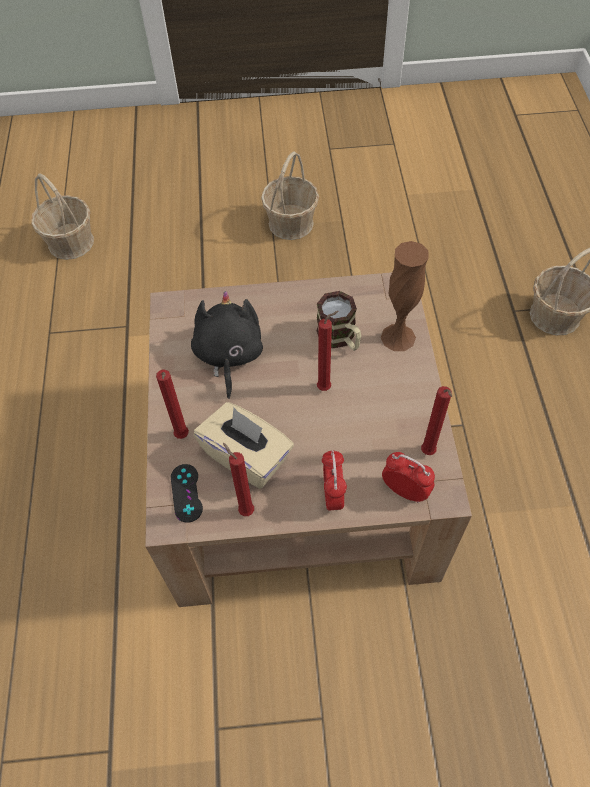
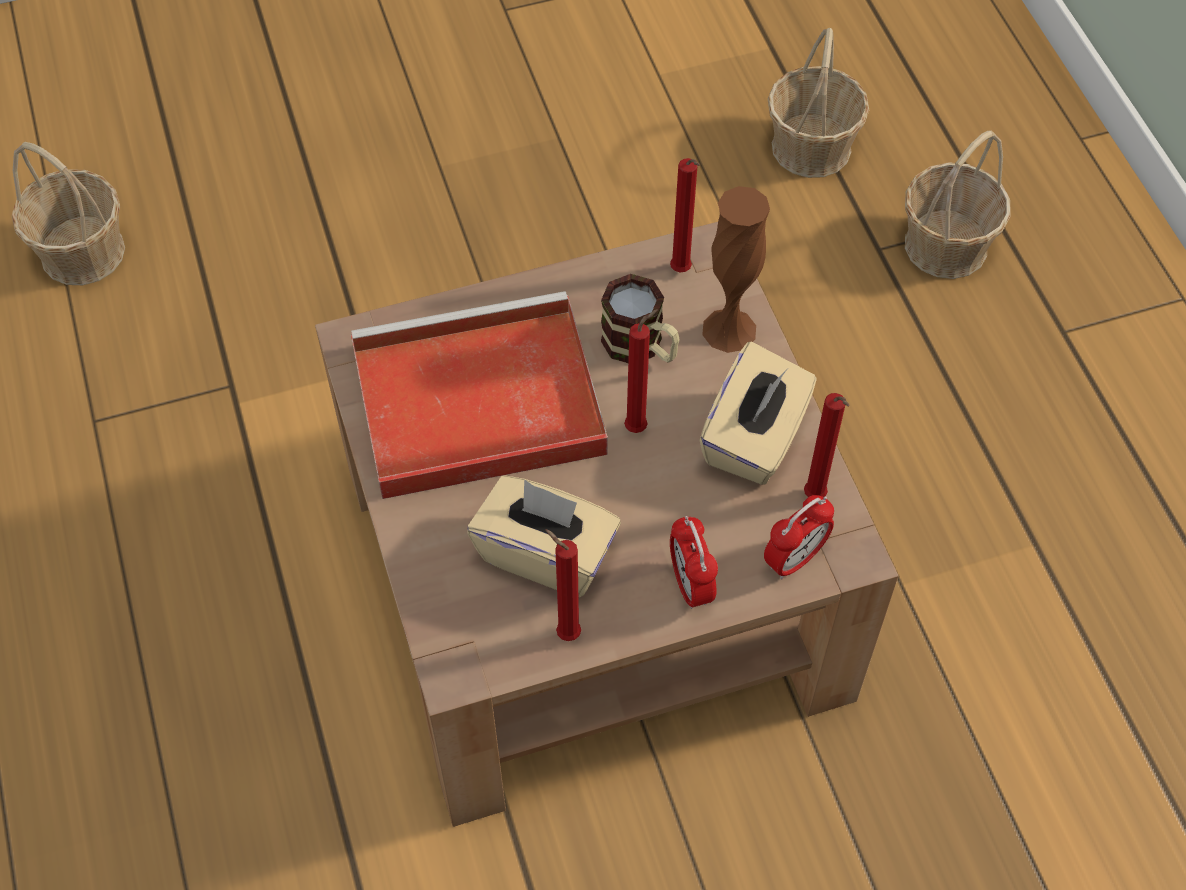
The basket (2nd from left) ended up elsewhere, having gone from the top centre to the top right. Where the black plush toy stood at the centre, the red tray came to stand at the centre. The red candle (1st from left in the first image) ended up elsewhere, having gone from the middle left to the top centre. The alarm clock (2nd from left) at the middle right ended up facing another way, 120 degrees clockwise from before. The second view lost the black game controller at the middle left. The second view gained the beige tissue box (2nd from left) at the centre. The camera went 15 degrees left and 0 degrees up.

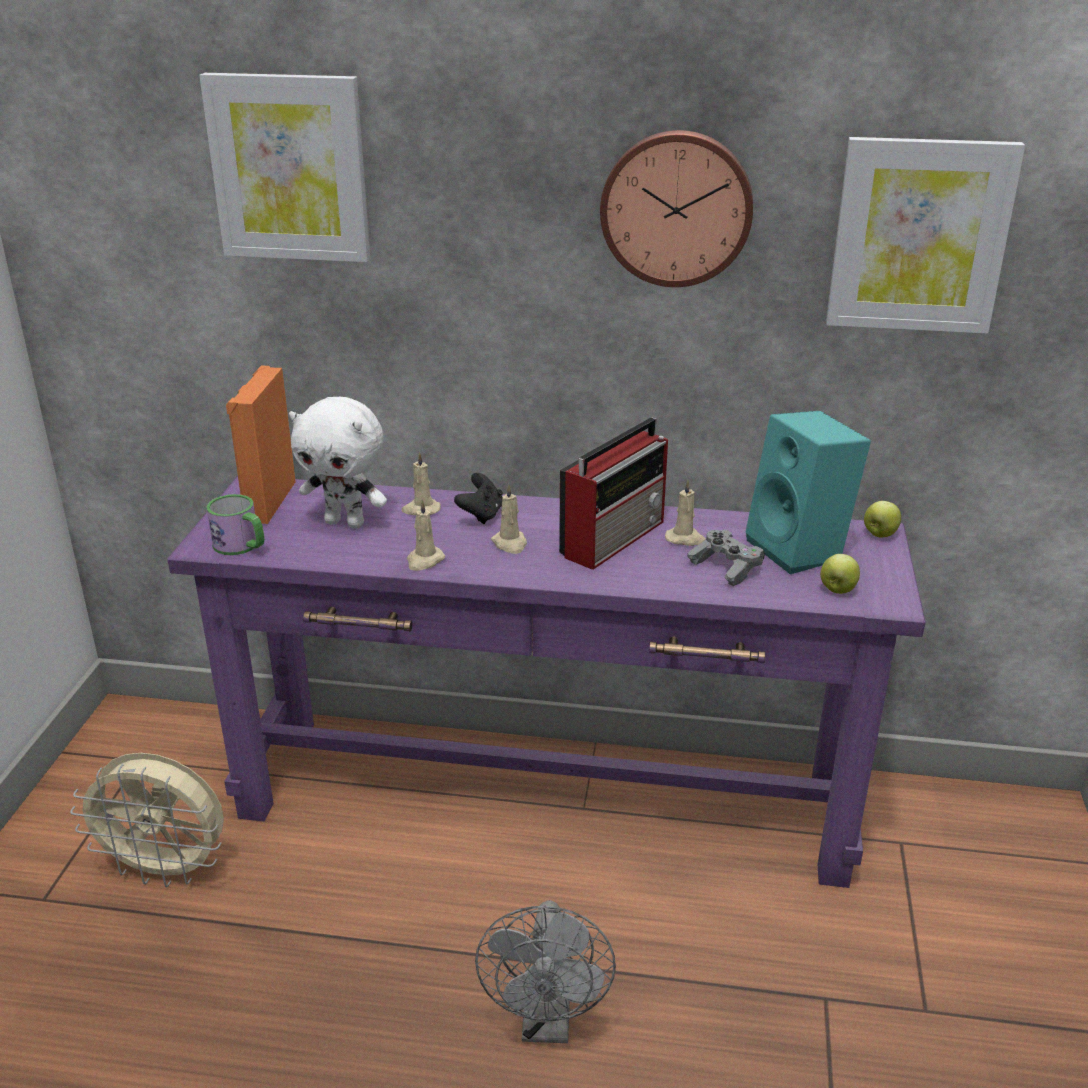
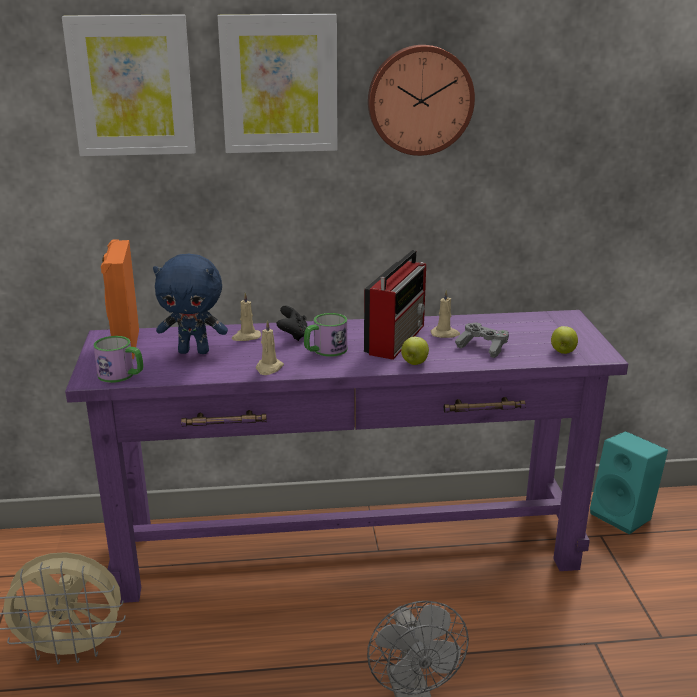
The picture (2nd from left) ended up elsewhere, having gone from the top right to the top centre. What was the white plush toy at the middle left turned into the blue plush toy at the middle left. The turquoise speaker ended up elsewhere, having gone from the middle right to the bottom right. Where the beige candle (3rd from left) stood at the centre, the mug (2nd from left) came to stand at the centre. The apple (2nd from left in the first image) ended up elsewhere, having gone from the middle right to the centre. The camera went 15 degrees left and 5 degrees down.

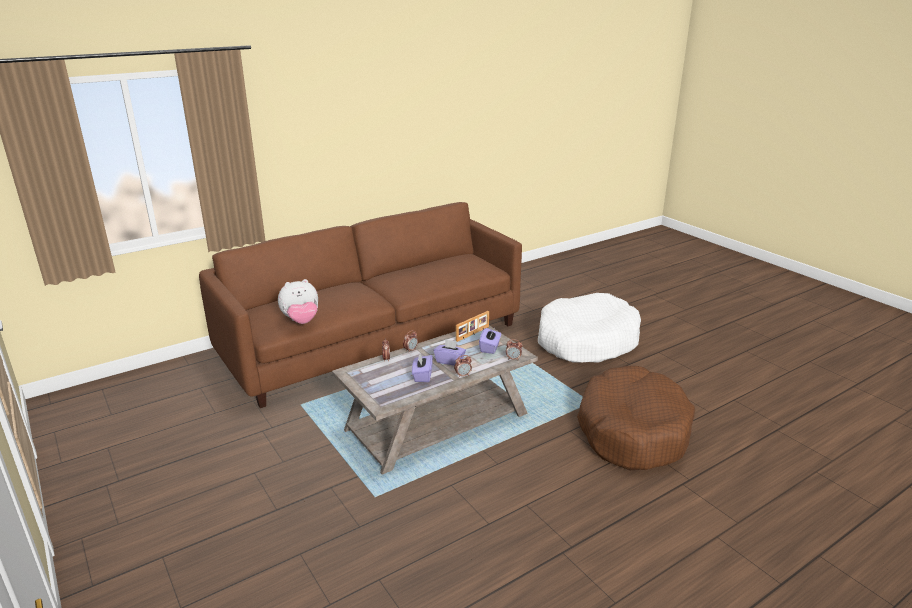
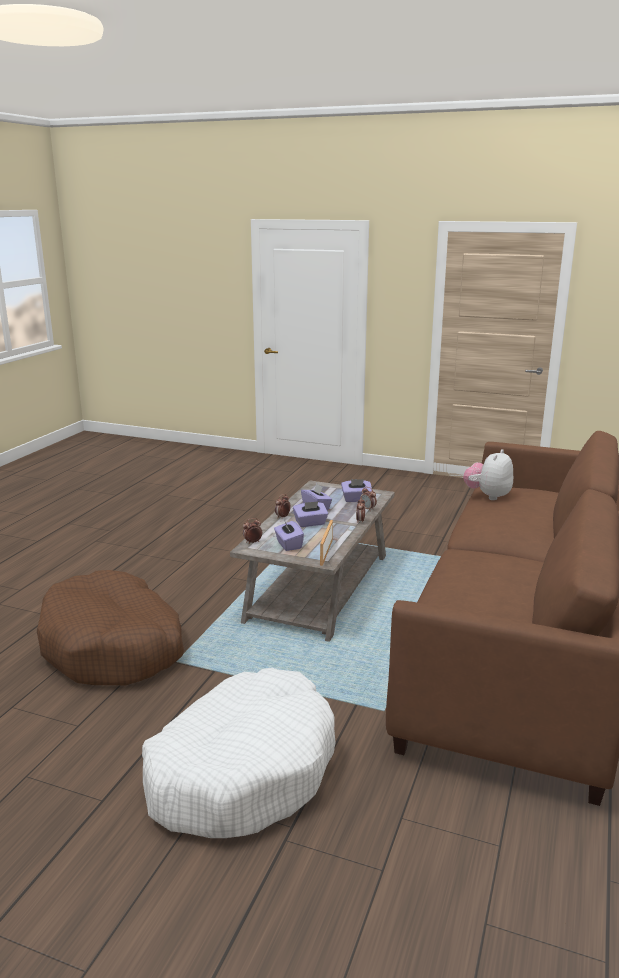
The second view gained the purple tissue box (4th from left) at the centre. The camera went 145 degrees right and 5 degrees down.

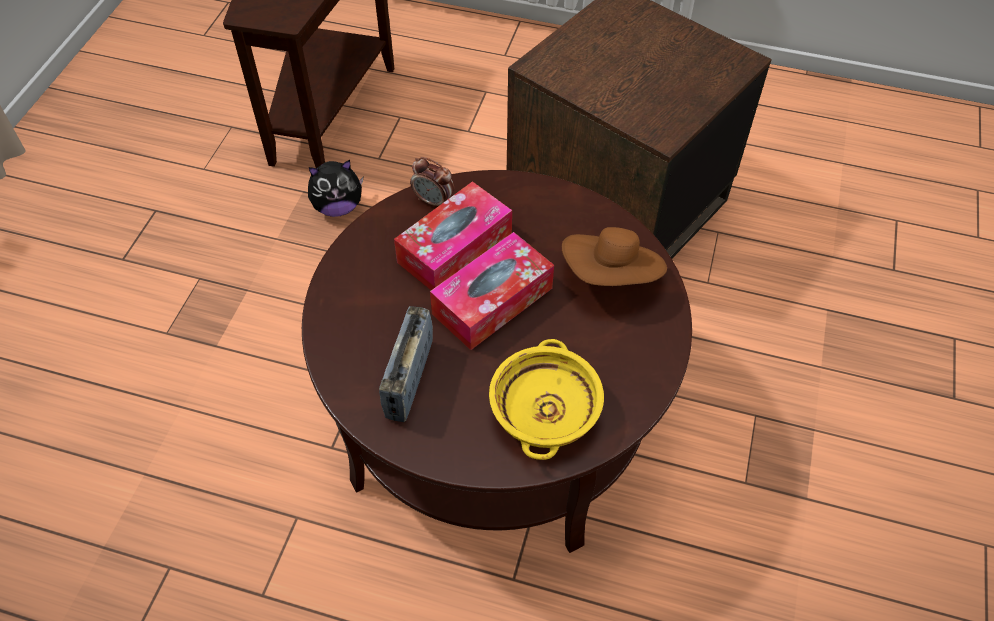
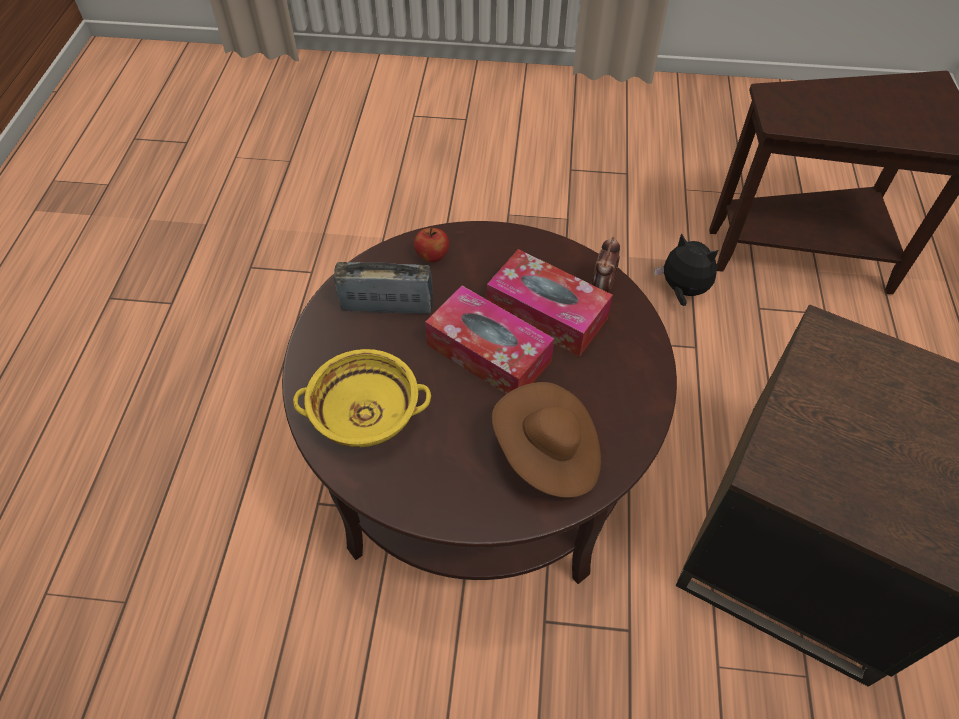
The plush toy at the top centre ended up facing another way, 150 degrees clockwise from before. The second view gained the apple at the centre. The camera went 80 degrees right and 0 degrees up.

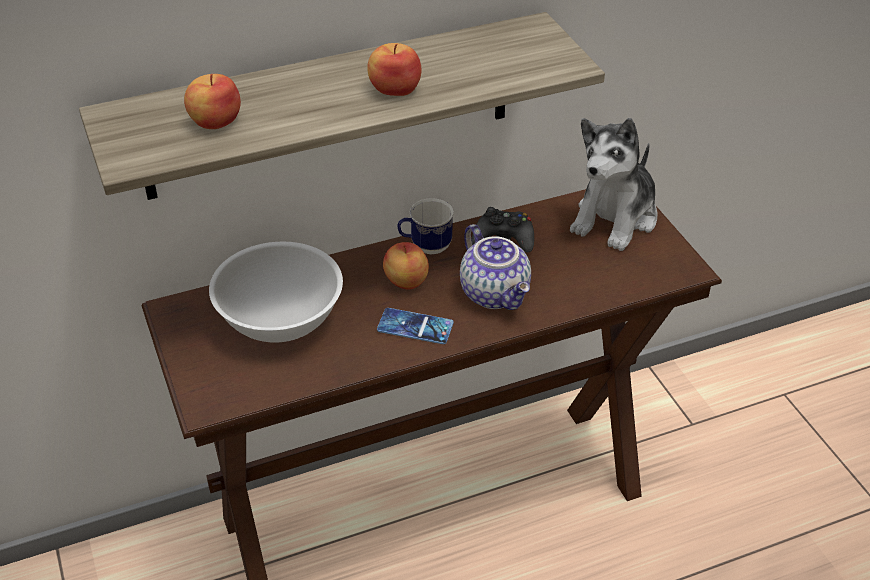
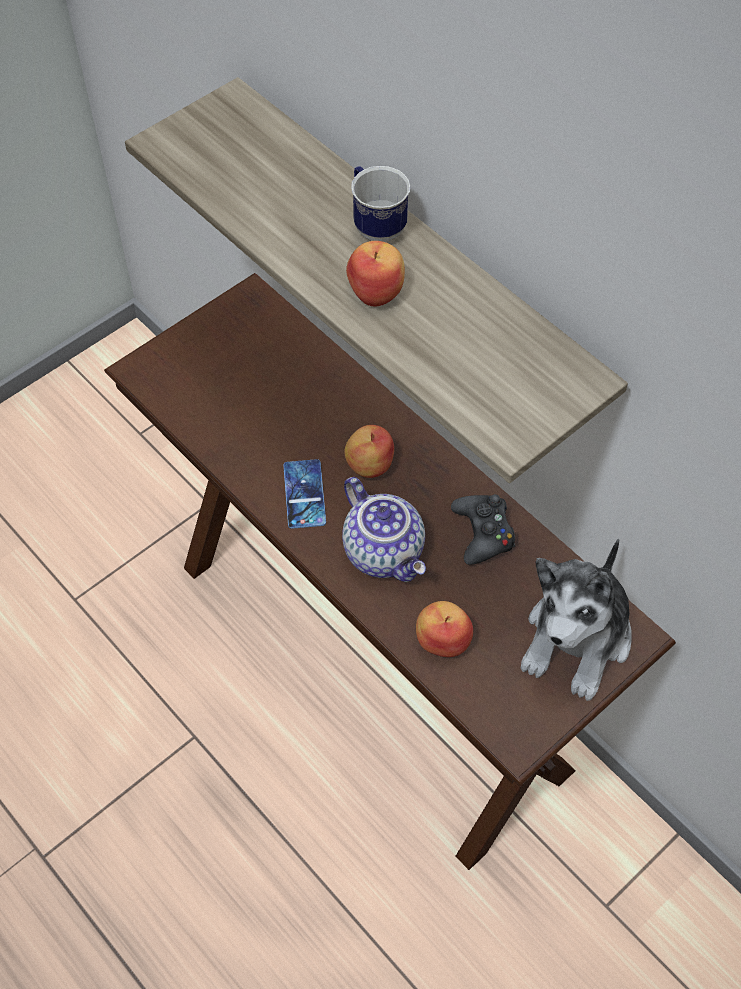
The apple (1st from left in the first image) ended up elsewhere, having gone from the top left to the centre. The plush toy at the top right ended up facing another way, 75 degrees counterclockwise from before. The mug ended up elsewhere, having gone from the centre to the top centre. The teapot at the centre ended up facing another way, 75 degrees counterclockwise from before. The second view lost the white bowl at the middle left. The camera went 70 degrees right and 15 degrees up.

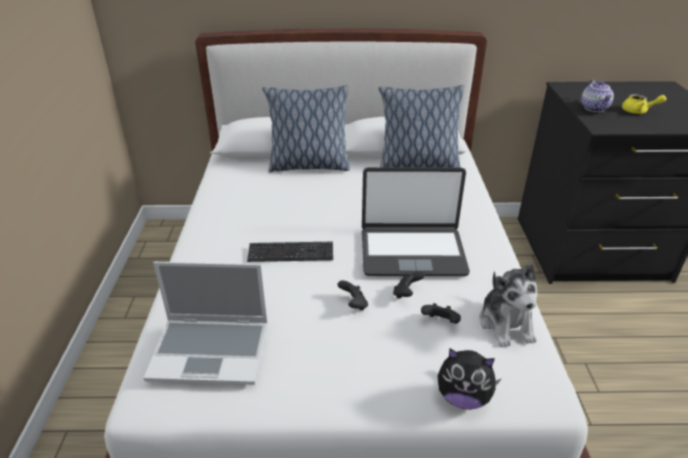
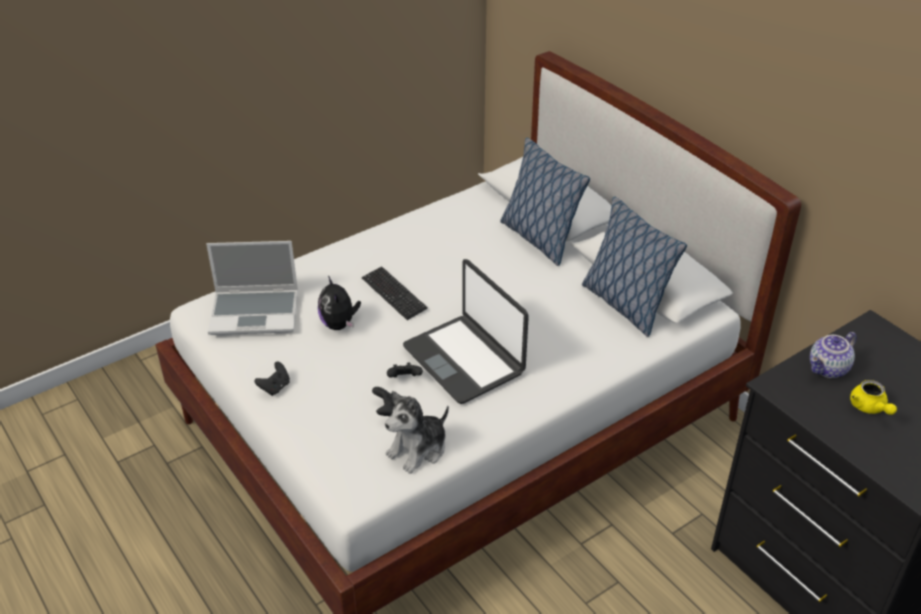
The laptop (1st from left) at the bottom left ended up facing another way, 60 degrees counterclockwise from before. The black game controller (1st from left) ended up elsewhere, having gone from the centre to the middle left. The plush toy (1st from left) ended up elsewhere, having gone from the bottom right to the centre. The camera went 55 degrees right and 5 degrees up.

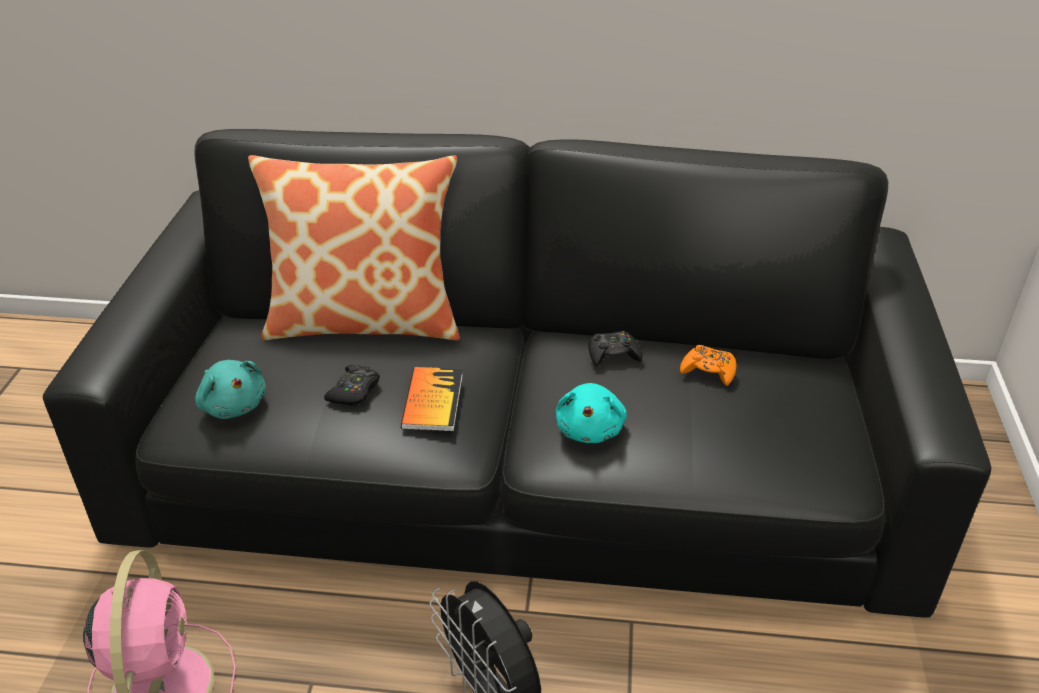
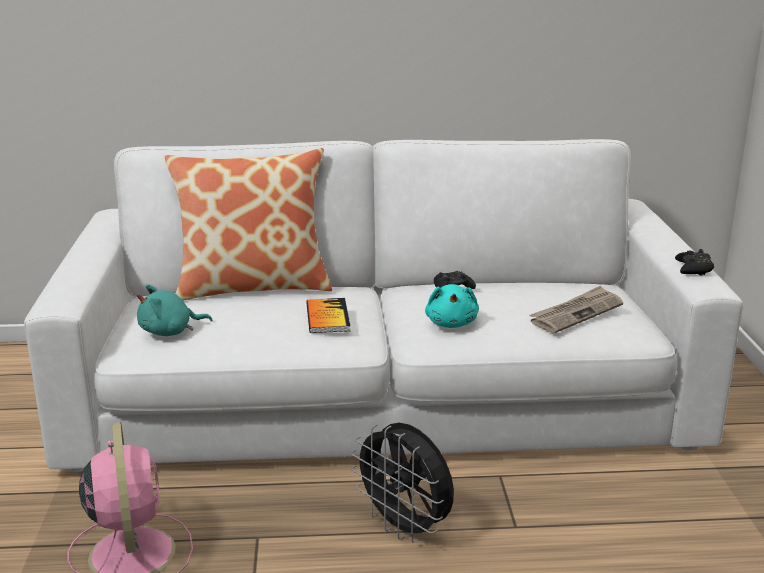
What was the black sofa at the centre turned into the white sofa at the centre. The second view lost the orange game controller at the middle right. The turquoise plush toy (1st from left) at the middle left ended up facing another way, 120 degrees clockwise from before. The black game controller (1st from left in the first image) ended up elsewhere, having gone from the centre to the middle right. The second view gained the newspaper at the middle right. The camera went 10 degrees left and 15 degrees down.

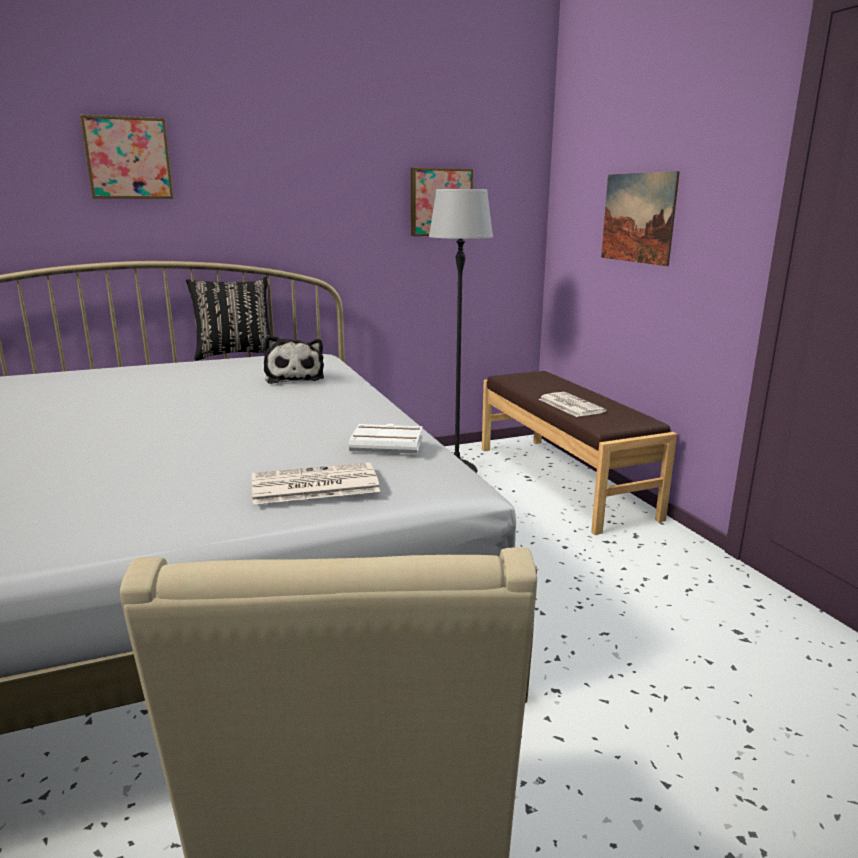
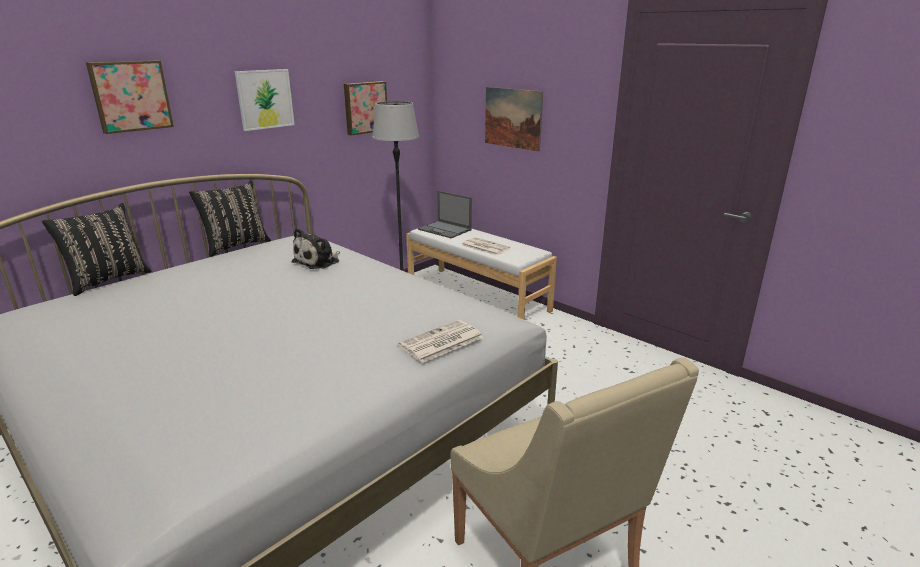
The plush toy at the centre ended up facing another way, 75 degrees clockwise from before. What was the brown bench at the middle right turned into the white bench at the centre. The second view lost the white book at the centre. The second view gained the picture (2nd from left) at the top left. The second view gained the laptop at the centre. The second view gained the black pillow (1st from left) at the middle left. The camera went 25 degrees left and 5 degrees up.

